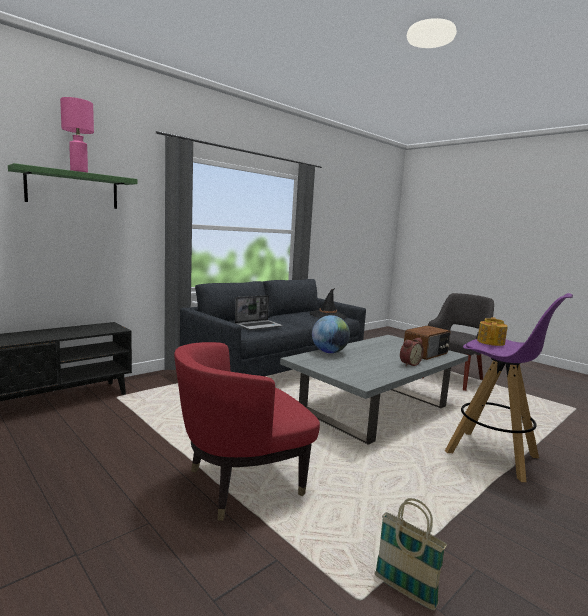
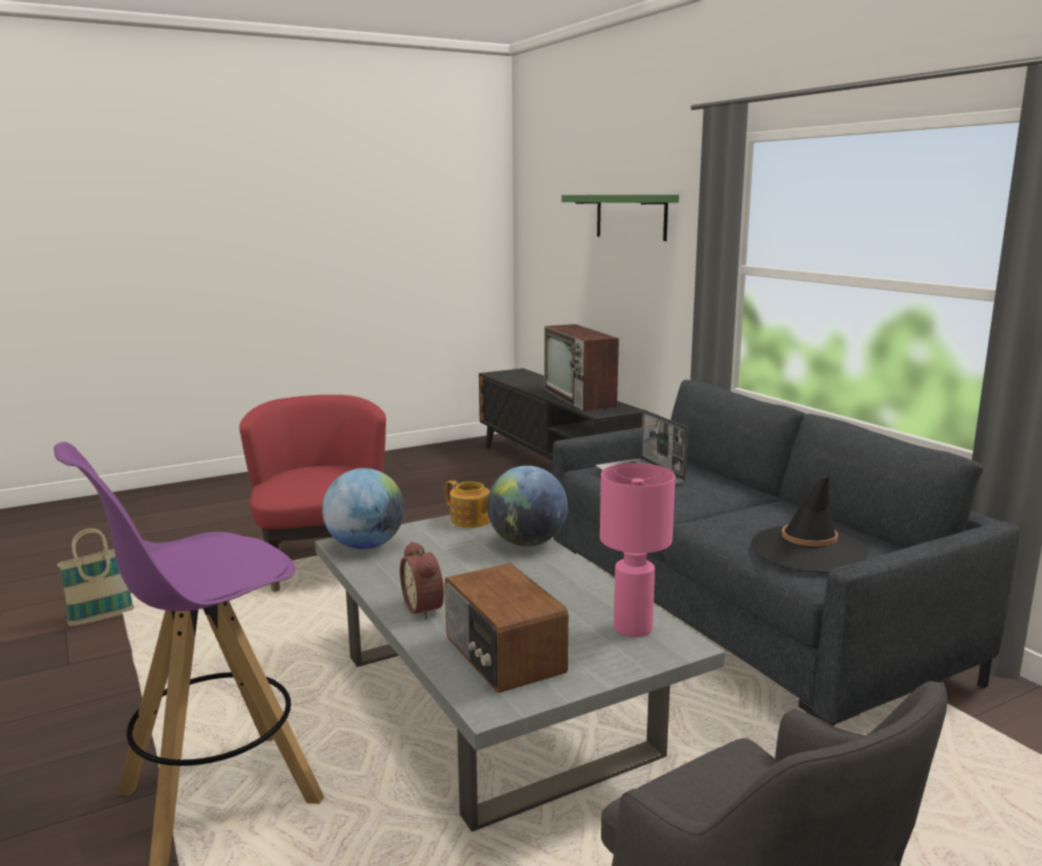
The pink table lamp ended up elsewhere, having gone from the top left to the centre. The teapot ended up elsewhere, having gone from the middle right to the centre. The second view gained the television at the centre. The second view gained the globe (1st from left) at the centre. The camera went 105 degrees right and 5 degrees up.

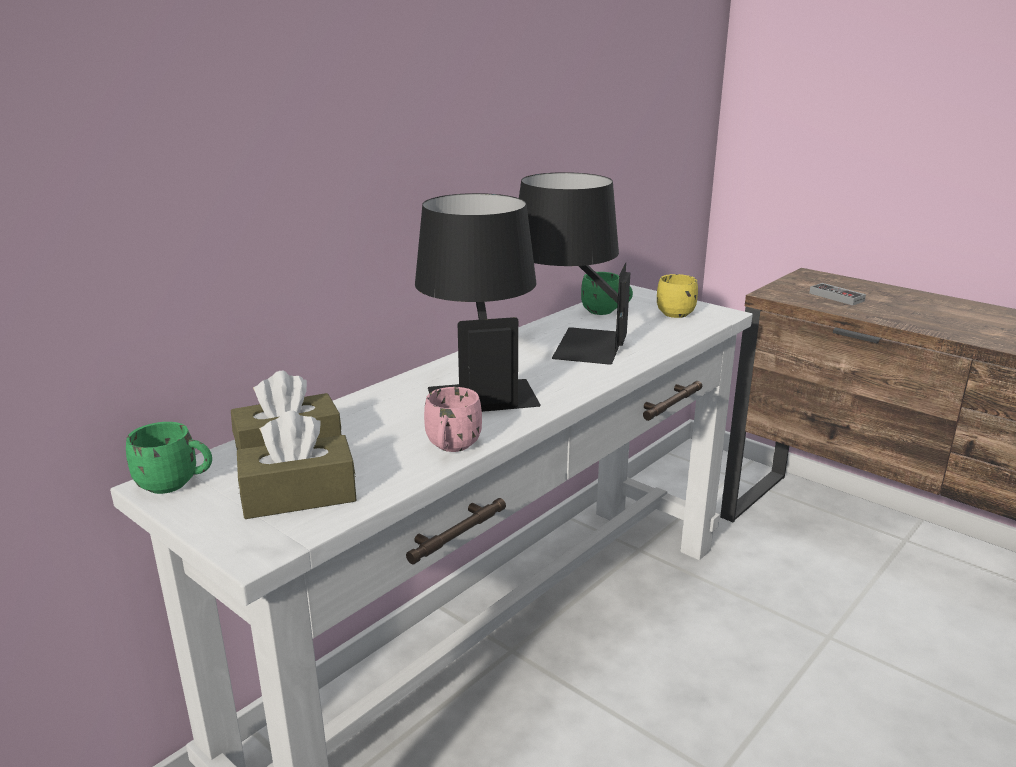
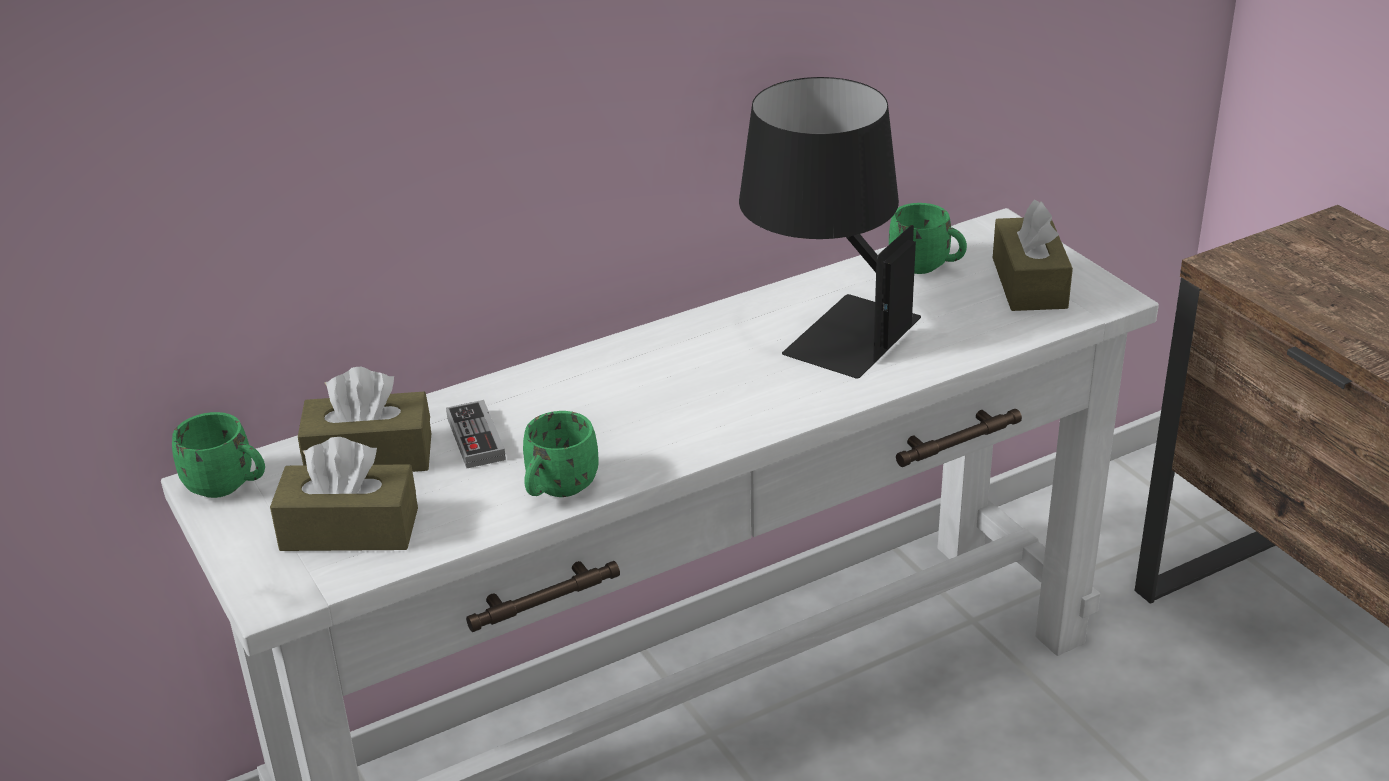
The second view lost the black table lamp (1st from left) at the centre. Where the yellow mug stood at the centre, the brown tissue box (3rd from left) came to stand at the top right. The game controller ended up elsewhere, having gone from the middle right to the centre. What was the pink mug at the centre turned into the green mug (2nd from left) at the centre. The camera went 20 degrees right and 10 degrees up.

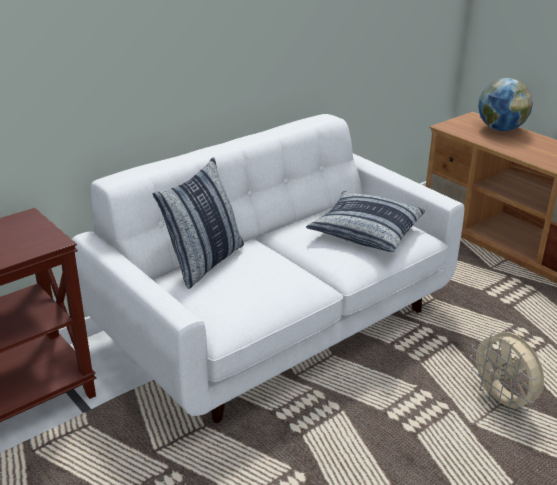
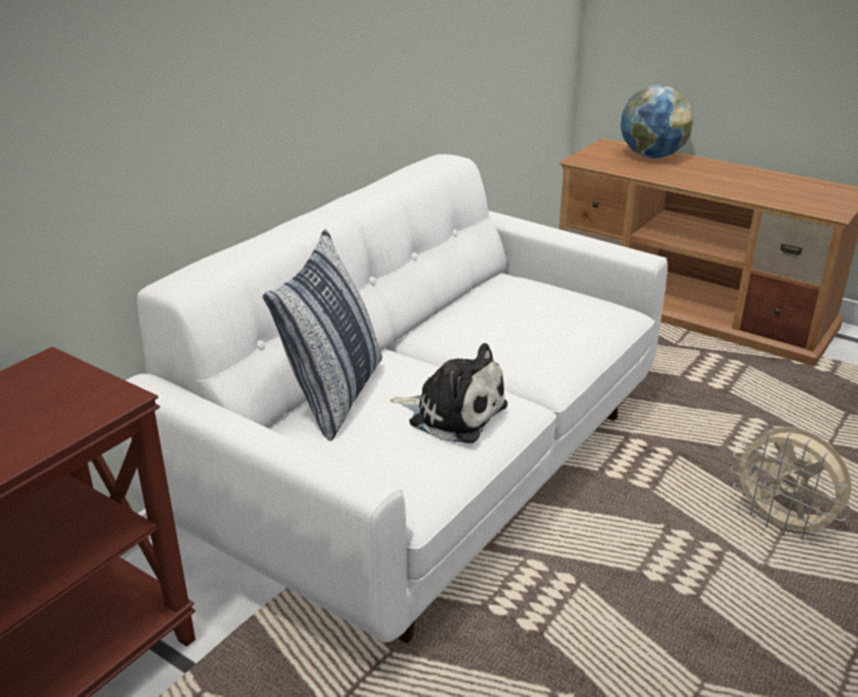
The second view lost the pillow (2nd from left) at the centre. The second view gained the plush toy at the centre. The camera went 15 degrees left and 0 degrees up.

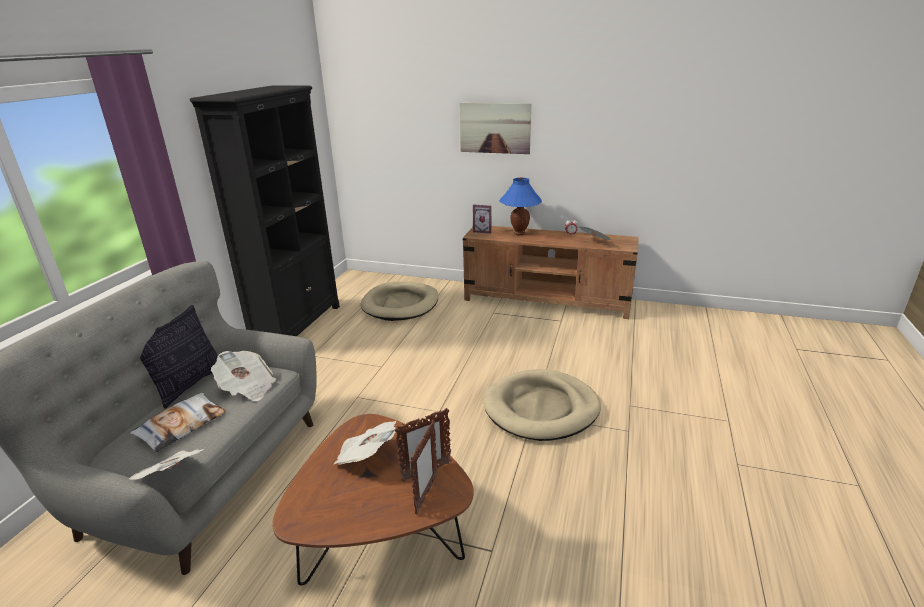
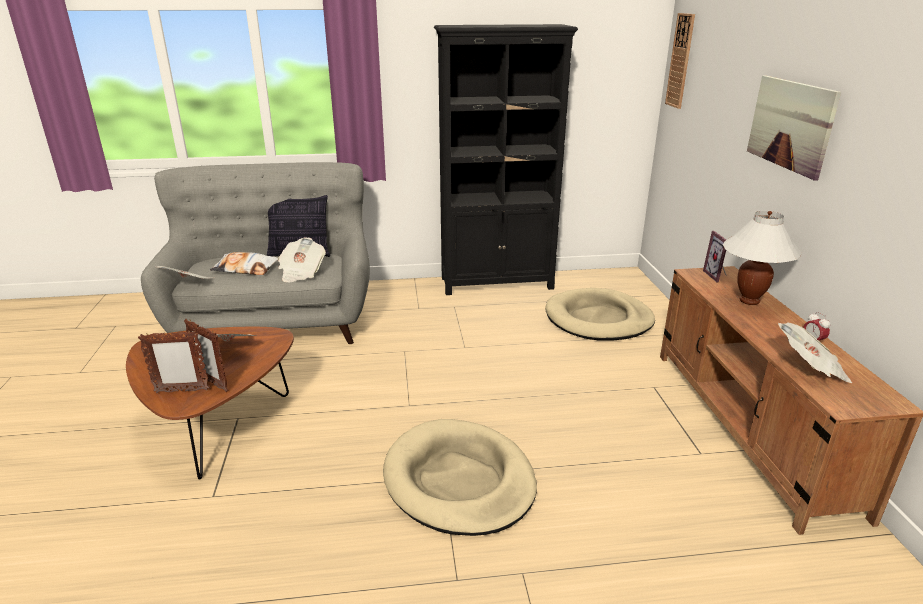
What was the blue table lamp at the centre turned into the white table lamp at the middle right. The second view gained the wall clock at the top right. The camera went 65 degrees right and 0 degrees up.

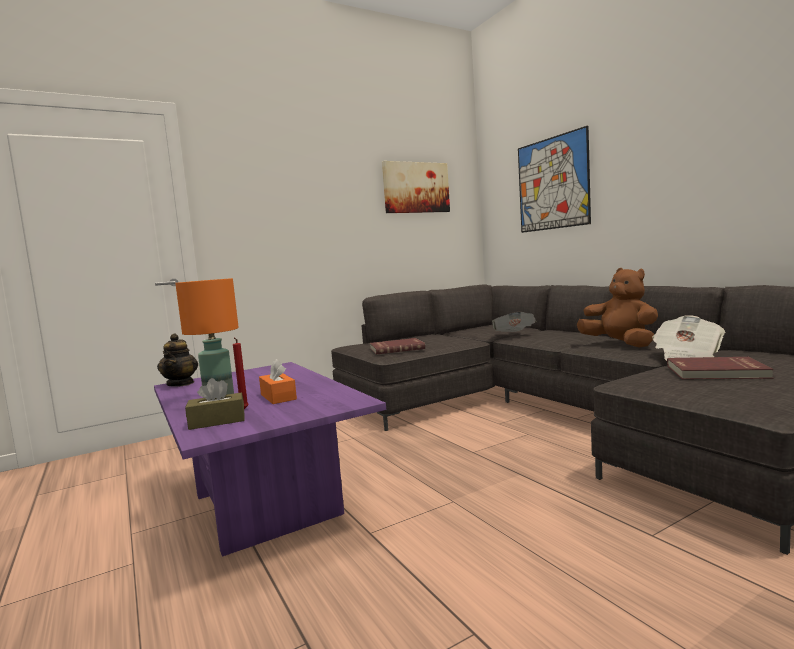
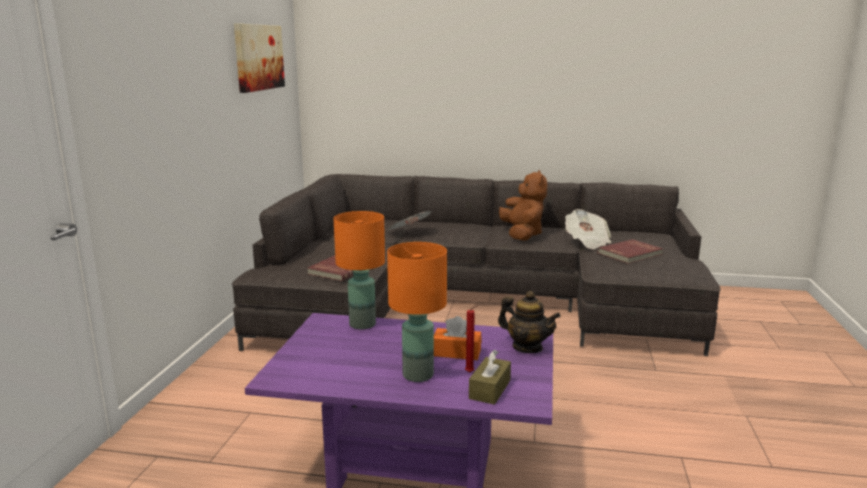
The second view lost the picture (2nd from left) at the top right. The brown plush toy at the middle right ended up facing another way, 75 degrees clockwise from before. The teapot ended up elsewhere, having gone from the middle left to the centre. The second view gained the orange table lamp (1st from left) at the centre. The camera went 50 degrees left and 10 degrees up.

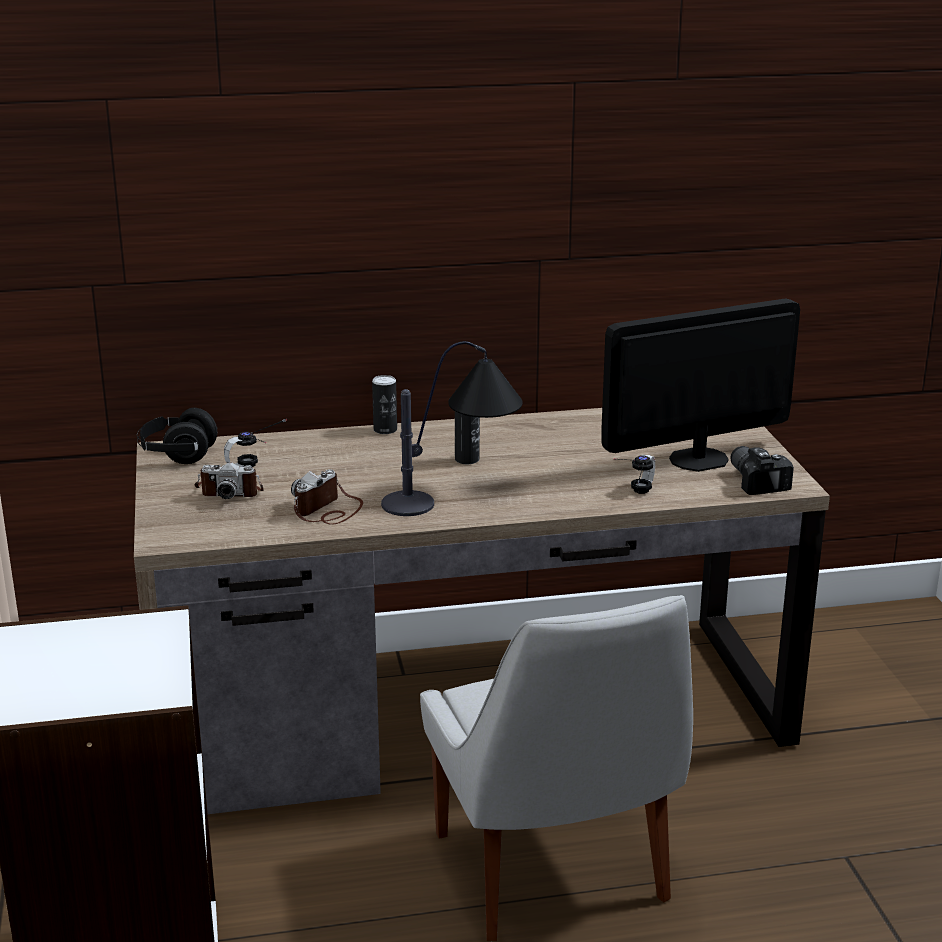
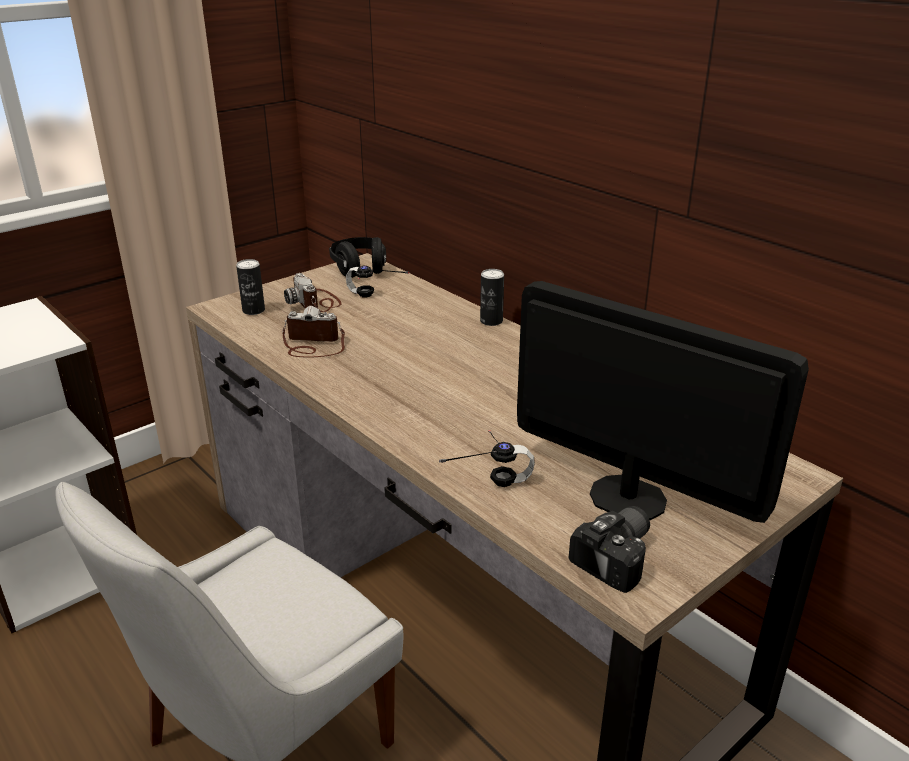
The second view lost the table lamp at the centre. The can (2nd from left in the first image) ended up elsewhere, having gone from the centre to the middle left. The camera went 60 degrees right and 5 degrees up.

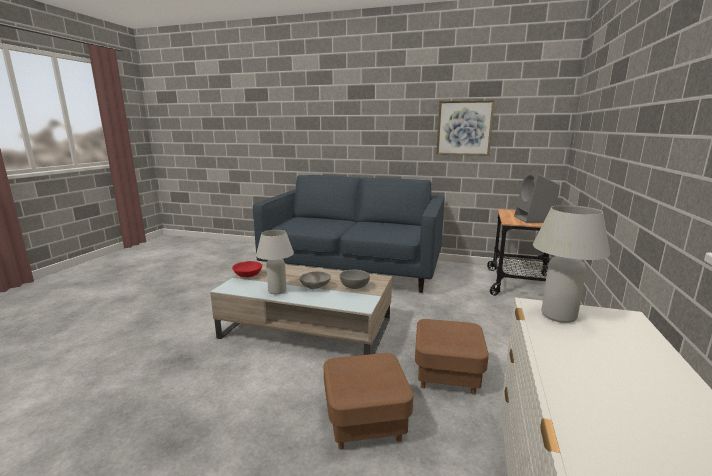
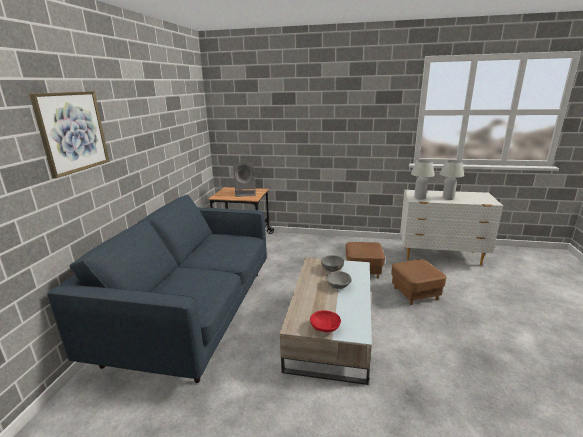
The picture ended up elsewhere, having gone from the top centre to the top left. The white table lamp (1st from left in the first image) ended up elsewhere, having gone from the centre to the middle right. The camera went 95 degrees left and 5 degrees up.

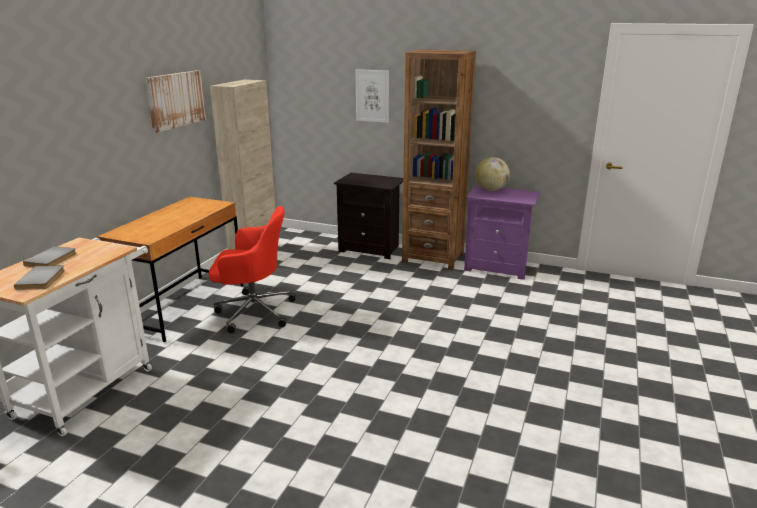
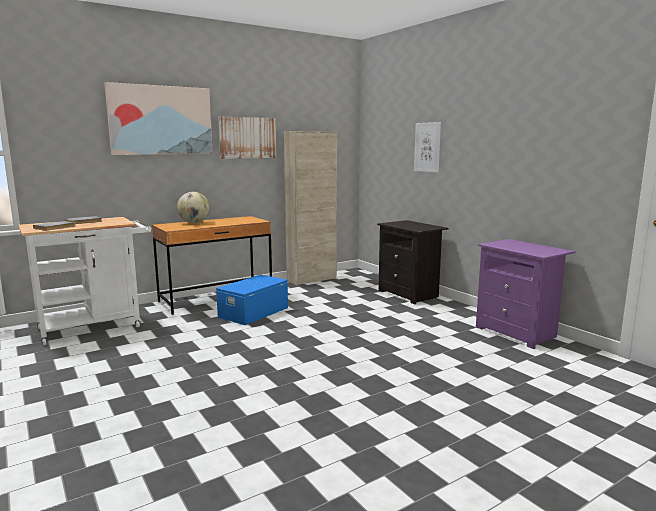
The second view lost the brown bookcase at the top centre. The globe ended up elsewhere, having gone from the centre to the middle left. Where the red office chair stood at the middle left, the blue storage box came to stand at the centre. The second view gained the picture (1st from left) at the top left. The camera went 35 degrees right and 10 degrees down.

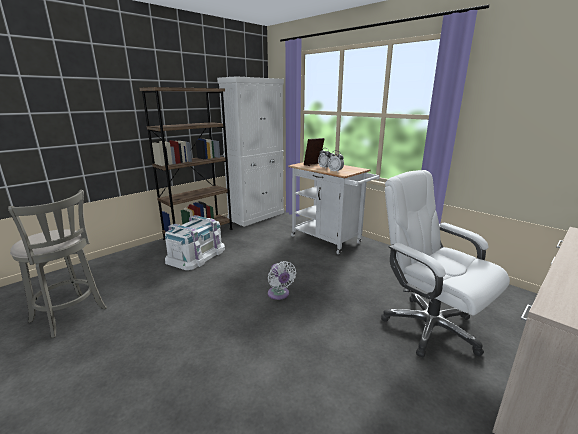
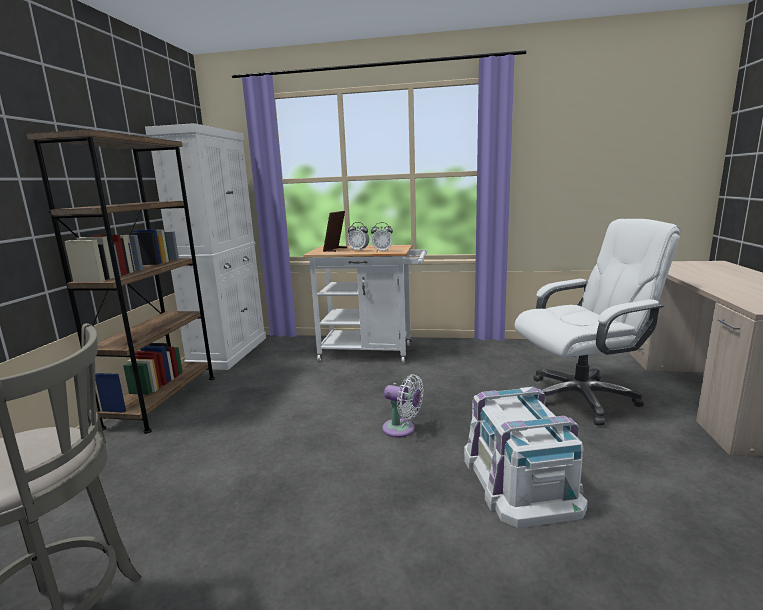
The white office chair at the middle right ended up facing another way, 150 degrees clockwise from before. The white storage box ended up elsewhere, having gone from the centre to the bottom right. The camera went 35 degrees left and 5 degrees down.

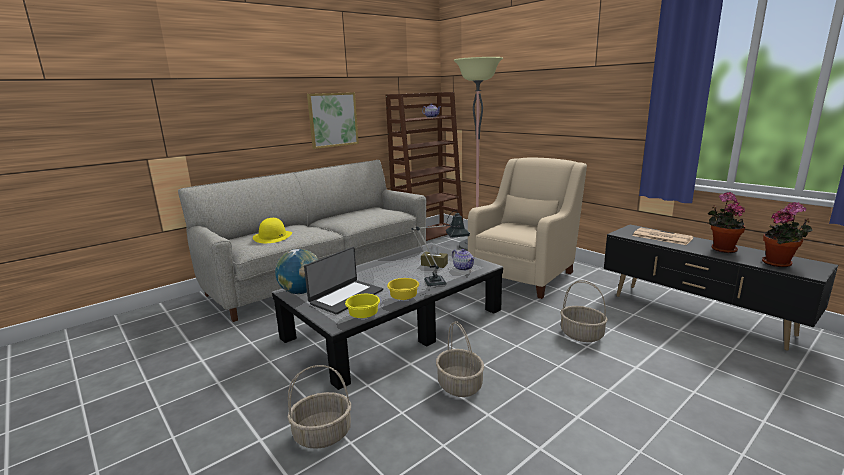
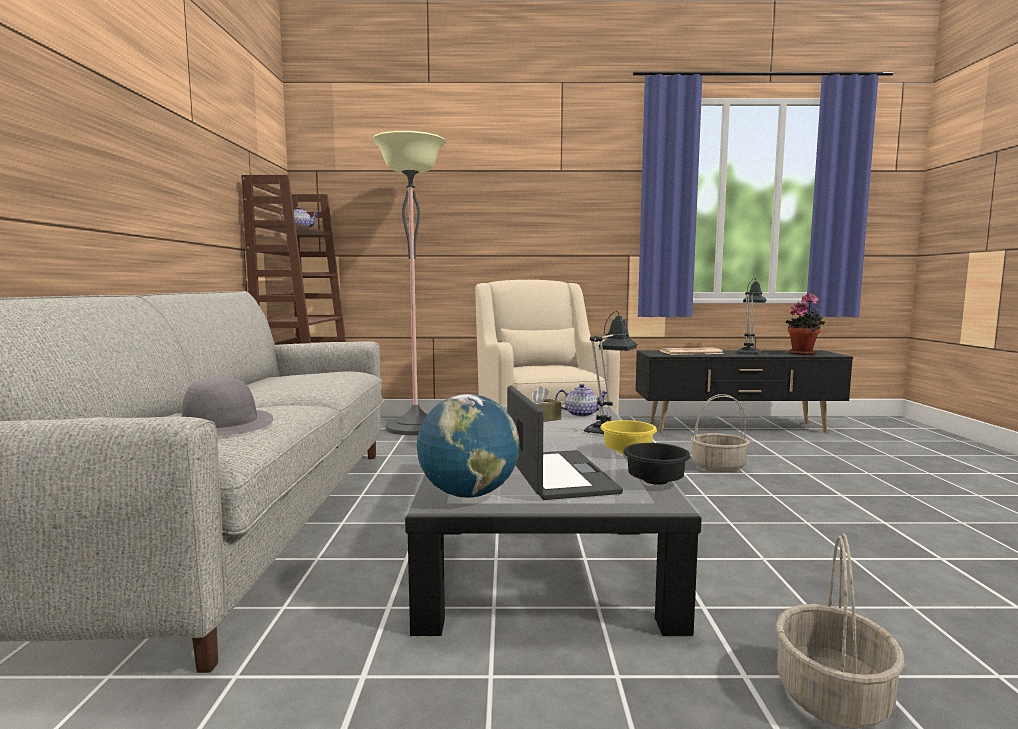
The second view lost the picture at the top centre. Where the potted plant (1st from left) stood at the middle right, the table lamp (2nd from left) came to stand at the middle right. What was the yellow hat at the middle left turned into the grey hat at the middle left. What was the yellow bowl (1st from left) at the centre turned into the black bowl at the centre. The second view lost the basket (2nd from left) at the bottom centre. The camera went 50 degrees left and 10 degrees down.

